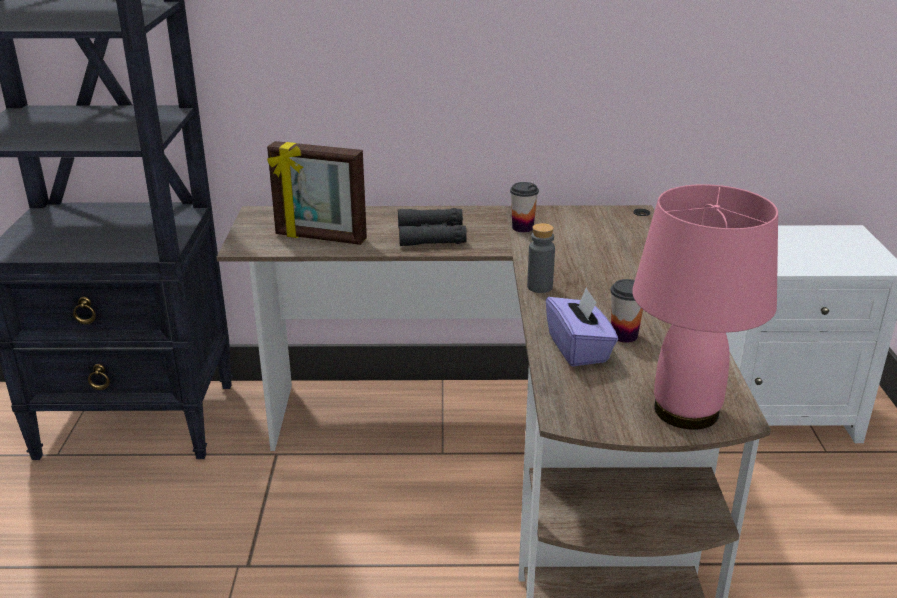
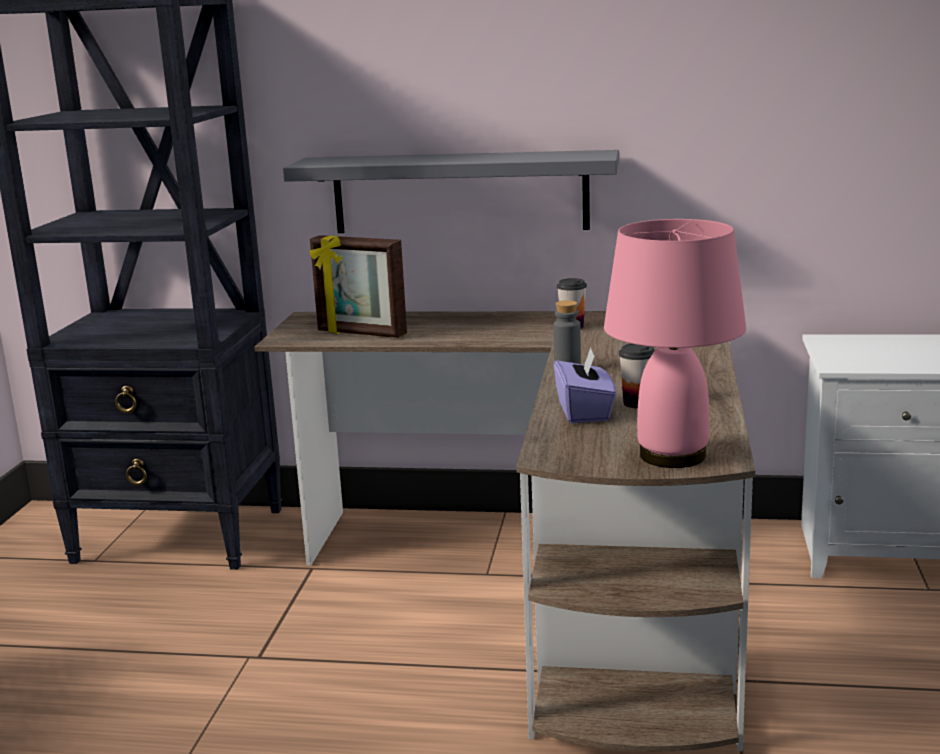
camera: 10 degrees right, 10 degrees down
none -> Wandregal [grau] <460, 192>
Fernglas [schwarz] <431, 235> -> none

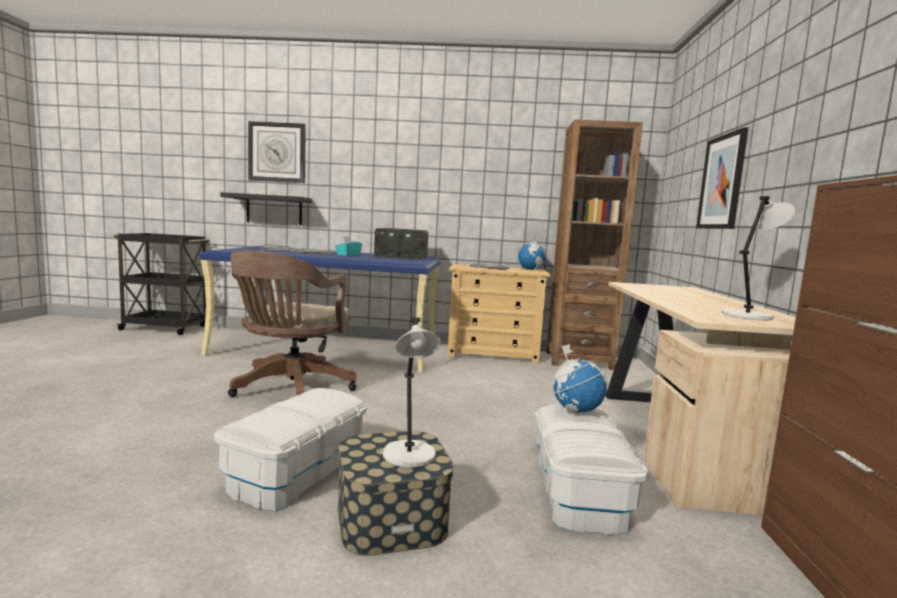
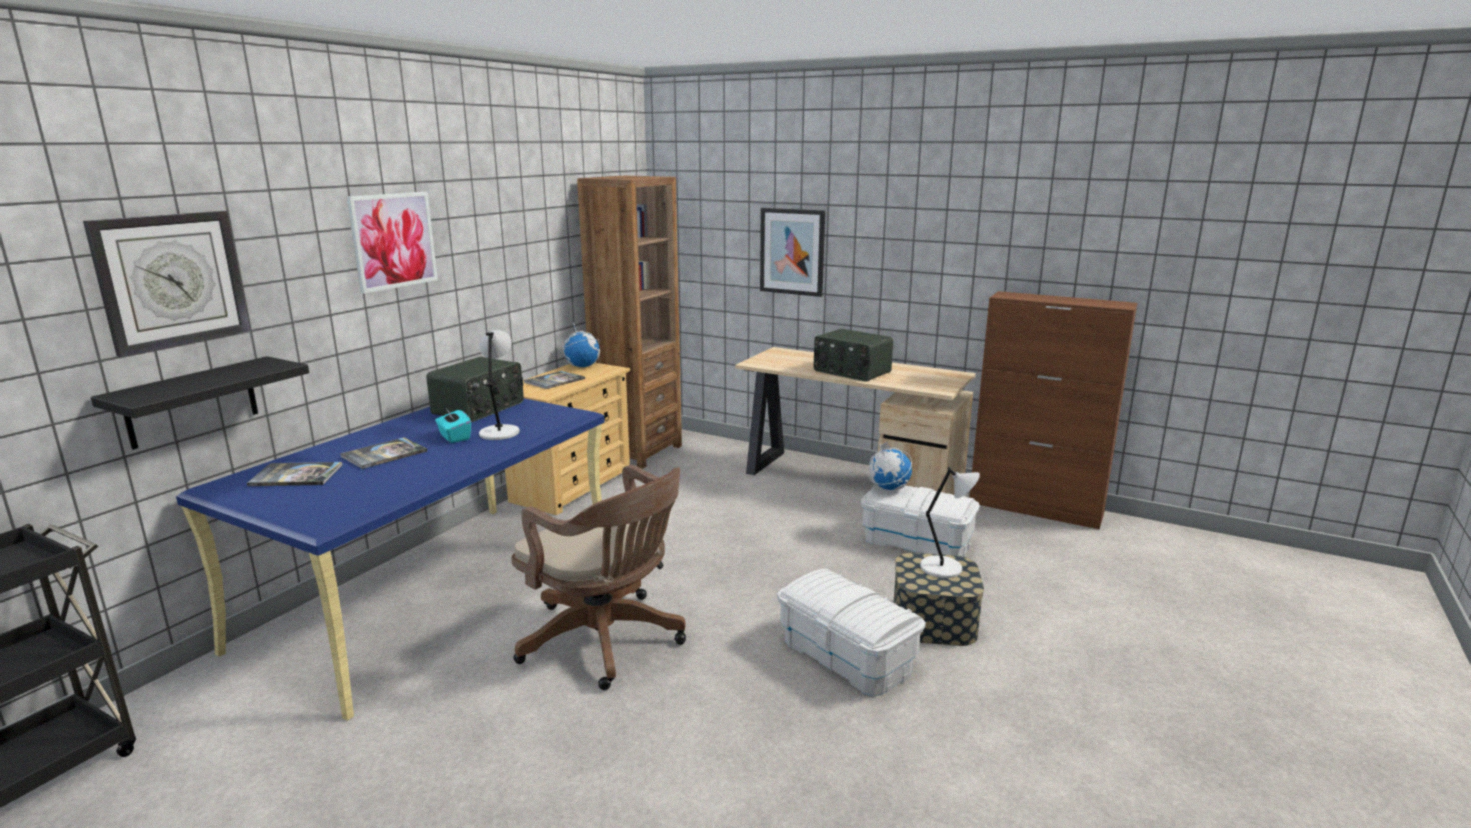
camera: 65 degrees left, 10 degrees up
none -> Bild <393, 240>
Tischlampe [grau] <748, 316> -> Tischlampe [grau] <499, 432>, relocated
none -> Radio <851, 372>

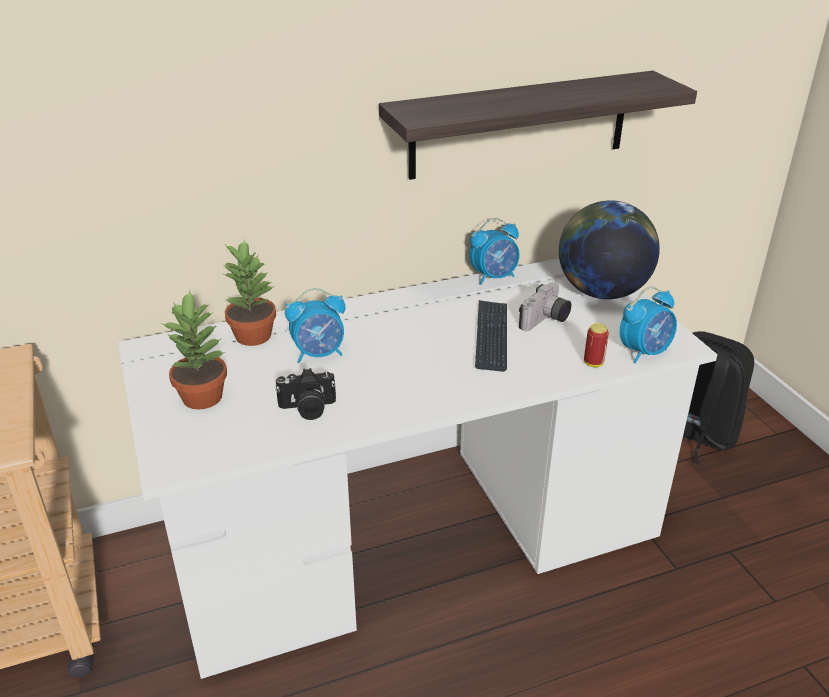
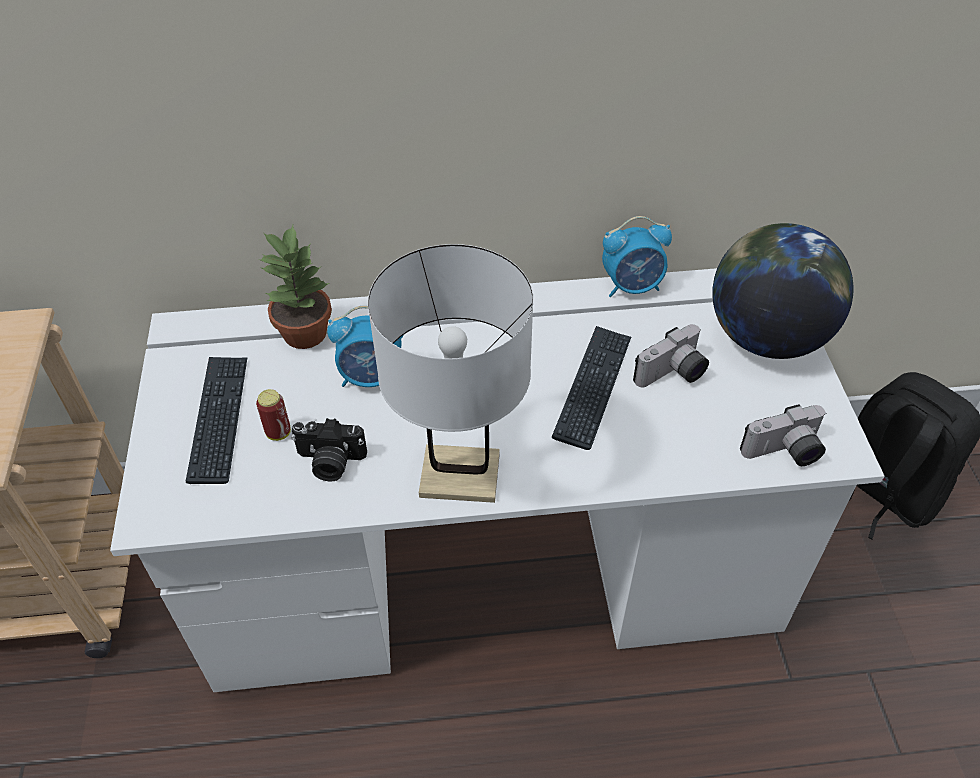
camera: 15 degrees right, 15 degrees up
Topfpflanze <203, 397> -> Tastatur <219, 419>
Dose <593, 363> -> Dose <278, 433>, relocated
none -> Tischlampe [weiß] <460, 475>
Wecker <644, 352> -> Kamera <784, 453>
Wandregal <520, 125> -> none

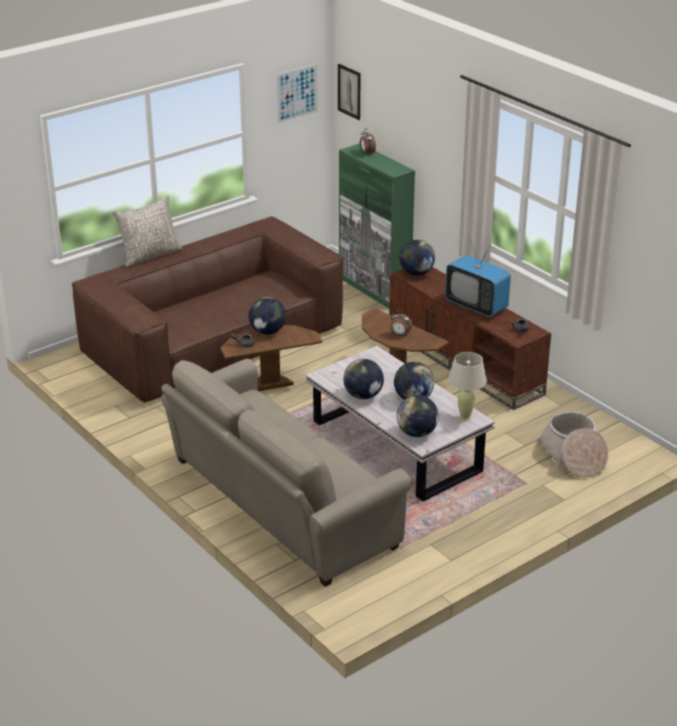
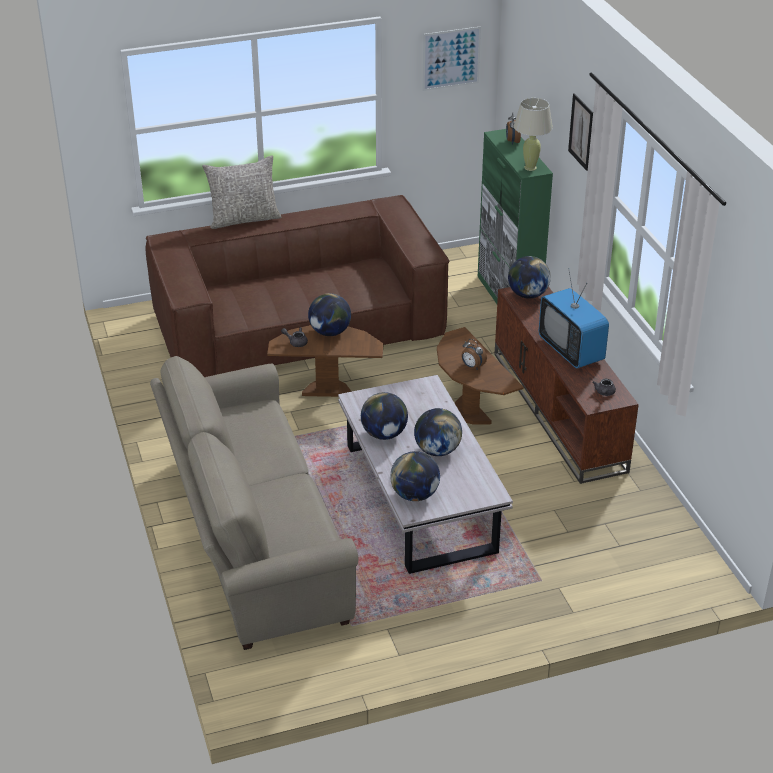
camera: 20 degrees right, 5 degrees up
Tischlampe [beige] <465, 417> -> Tischlampe [beige] <530, 168>, relocated
Bild <349, 91> -> Bild <581, 131>, relocated
Korb <573, 457> -> none

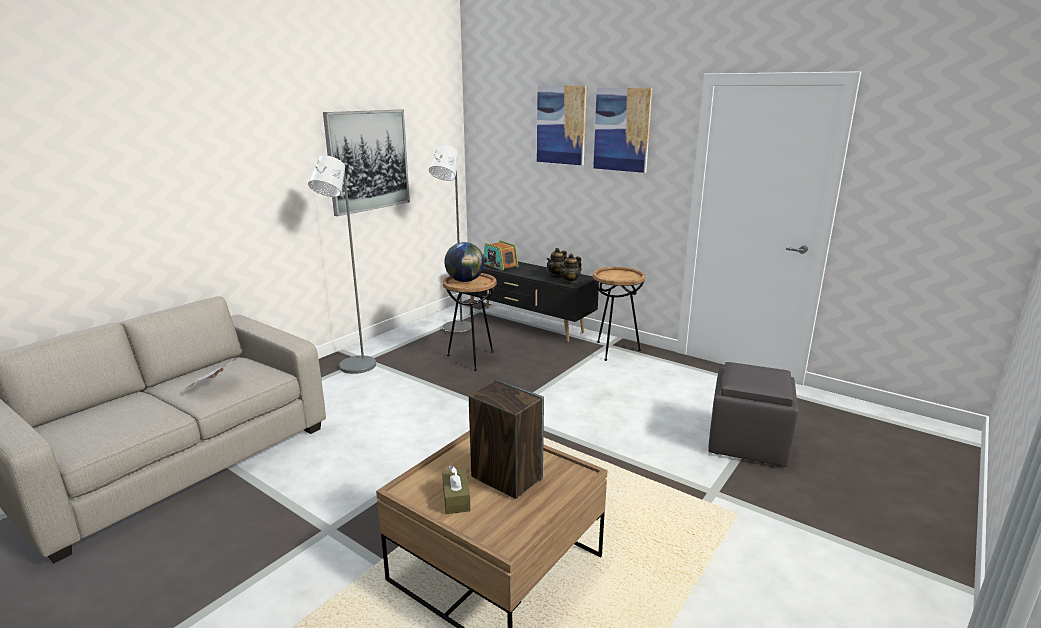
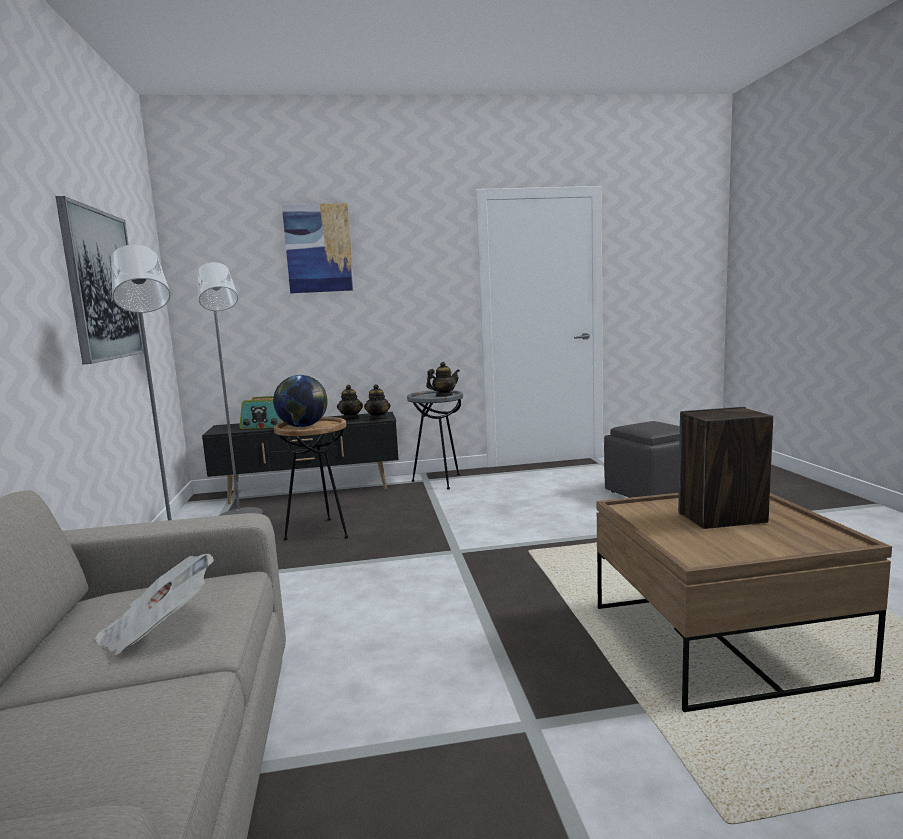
camera: 45 degrees left, 10 degrees down
Beistelltisch [braun] <614, 350> -> Beistelltisch [grau] <440, 481>
none -> Teekanne <444, 396>
Taschentuchbox [braun] <456, 498> -> none
Bild <622, 130> -> none

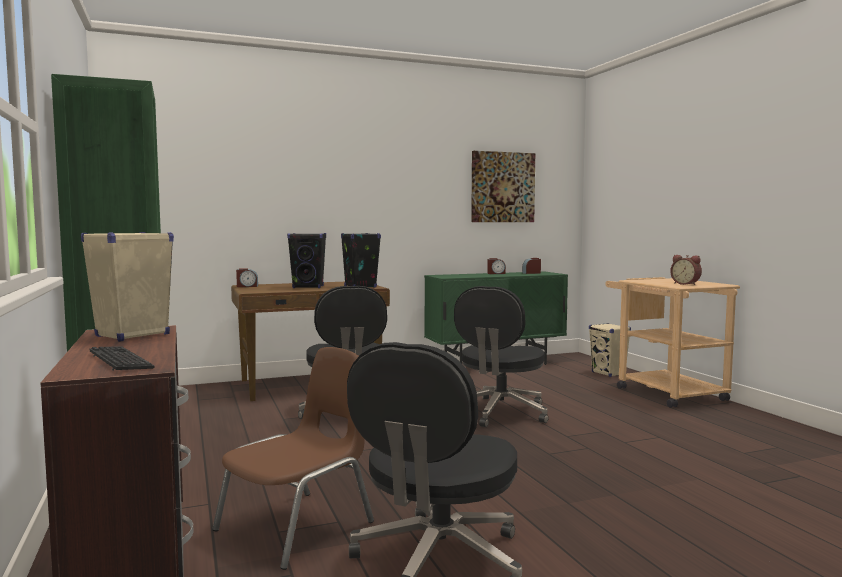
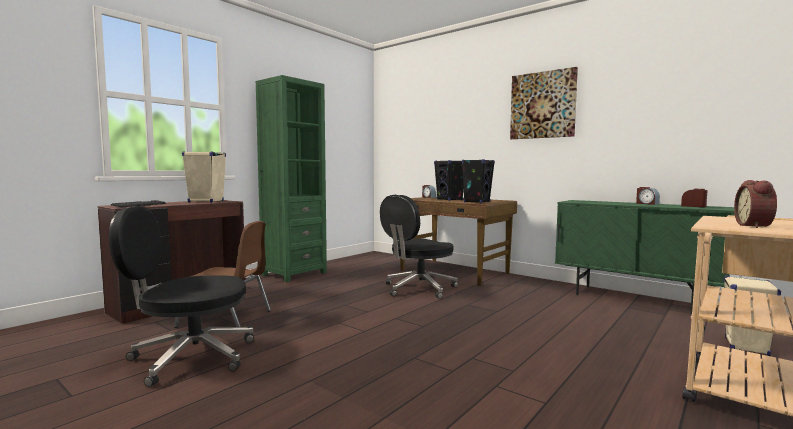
camera: 60 degrees right, 0 degrees up
Bild <502, 187> -> Bild <543, 105>, relocated
Bürostuhl [schwarz] <499, 413> -> none

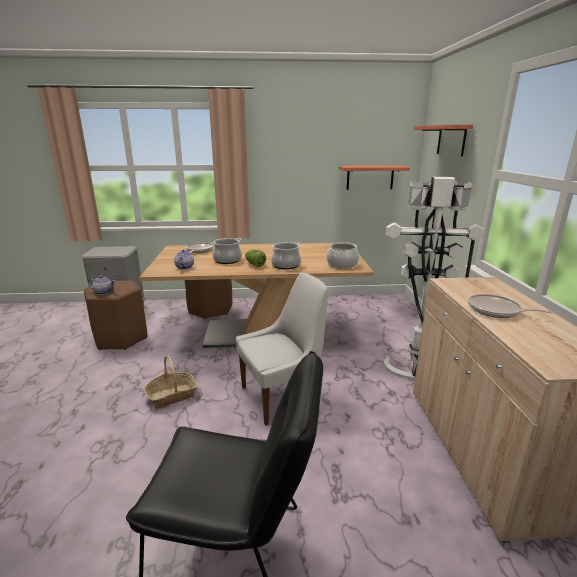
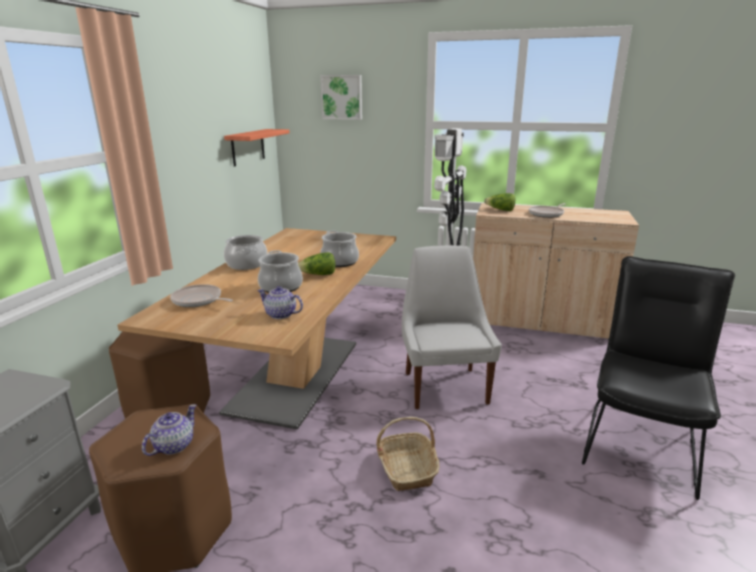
camera: 70 degrees left, 0 degrees up
Kochtopf <342, 264> -> Kochtopf <247, 264>, relocated
Wandregal <451, 140> -> Bild <342, 97>
none -> Salatkopf <500, 210>

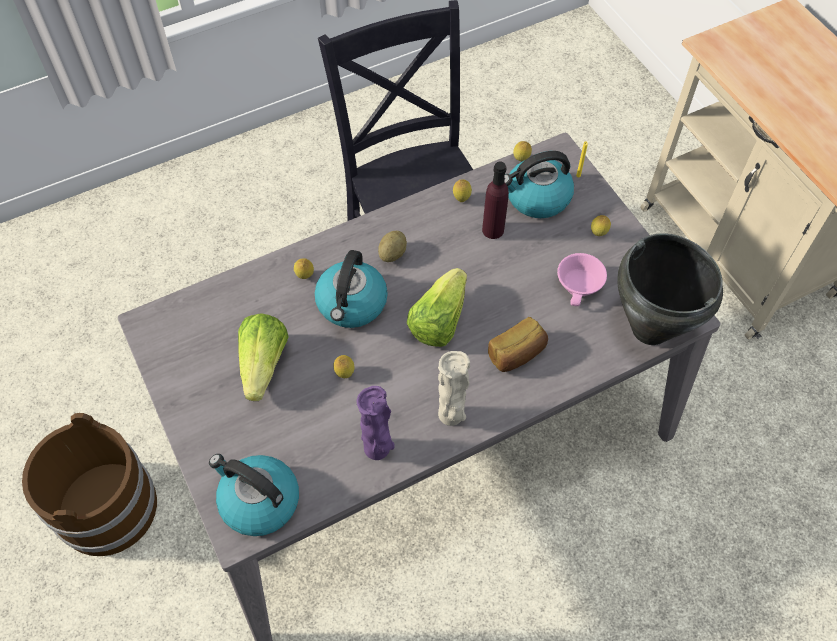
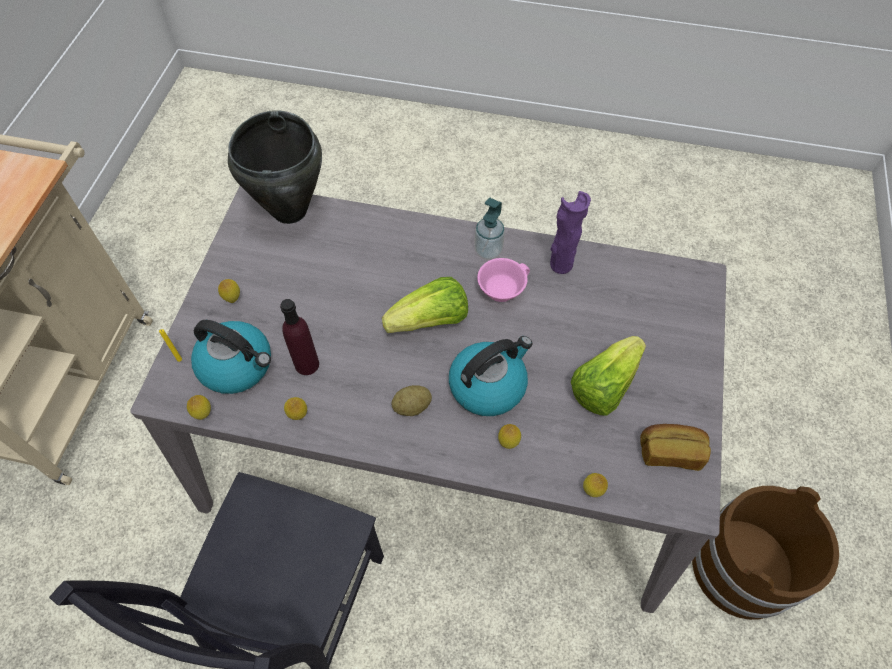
camera: 140 degrees left, 0 degrees up
Vase [beige] <451, 416> -> Seifenspender <488, 250>
Tasse [rosa] <580, 286> -> Tasse [rosa] <501, 288>, relocated
Zitrone <345, 373> -> Zitrone <592, 490>, relocated
Brot <517, 354> -> Brot <670, 451>, relocated
Wasserkessel <258, 501> -> none

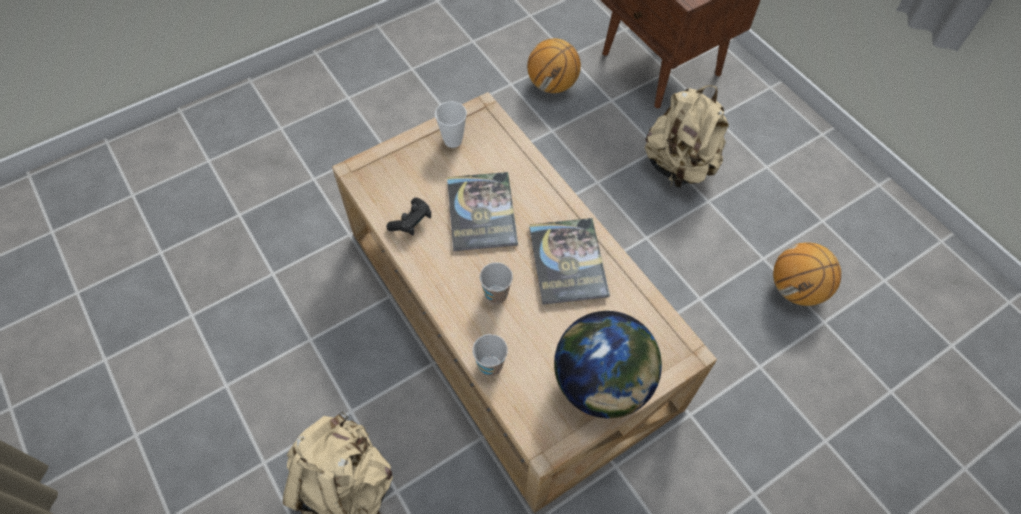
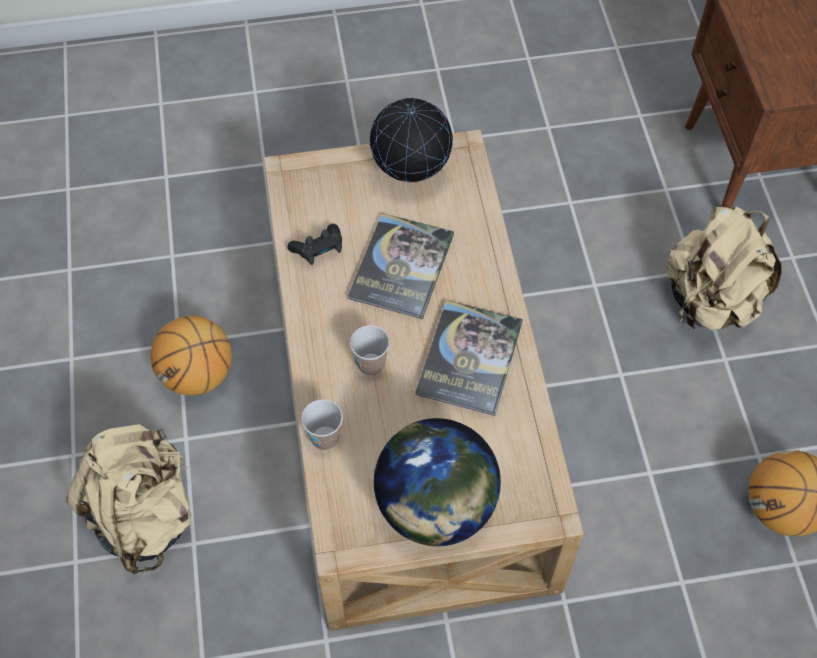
camera: 25 degrees right, 0 degrees up
Basketball <552, 85> -> Basketball <198, 375>, relocated
Tasse <453, 140> -> Globus <410, 173>

